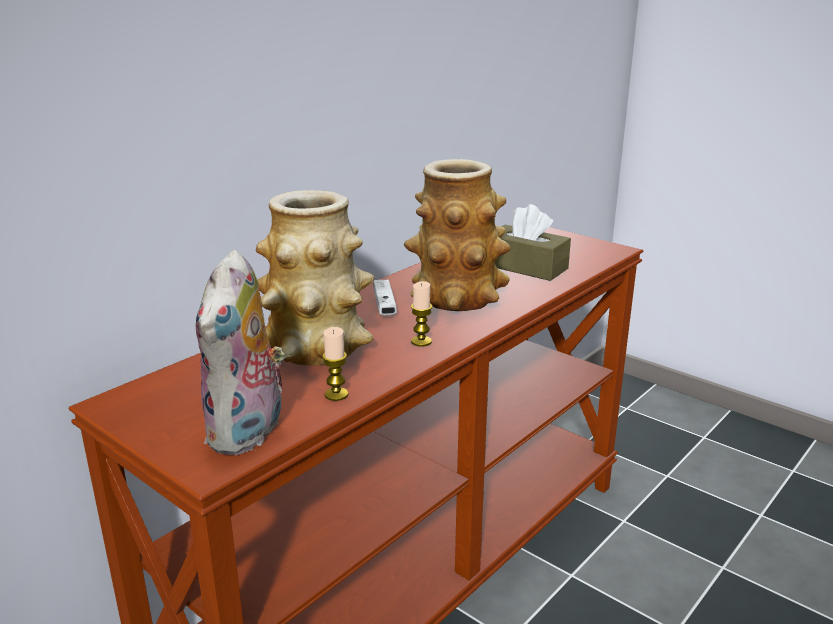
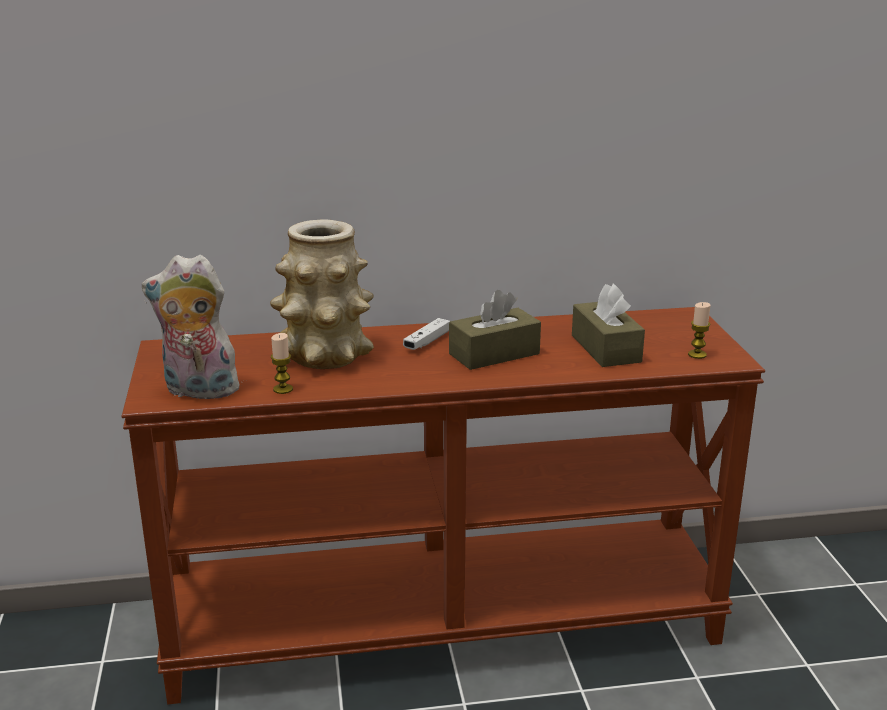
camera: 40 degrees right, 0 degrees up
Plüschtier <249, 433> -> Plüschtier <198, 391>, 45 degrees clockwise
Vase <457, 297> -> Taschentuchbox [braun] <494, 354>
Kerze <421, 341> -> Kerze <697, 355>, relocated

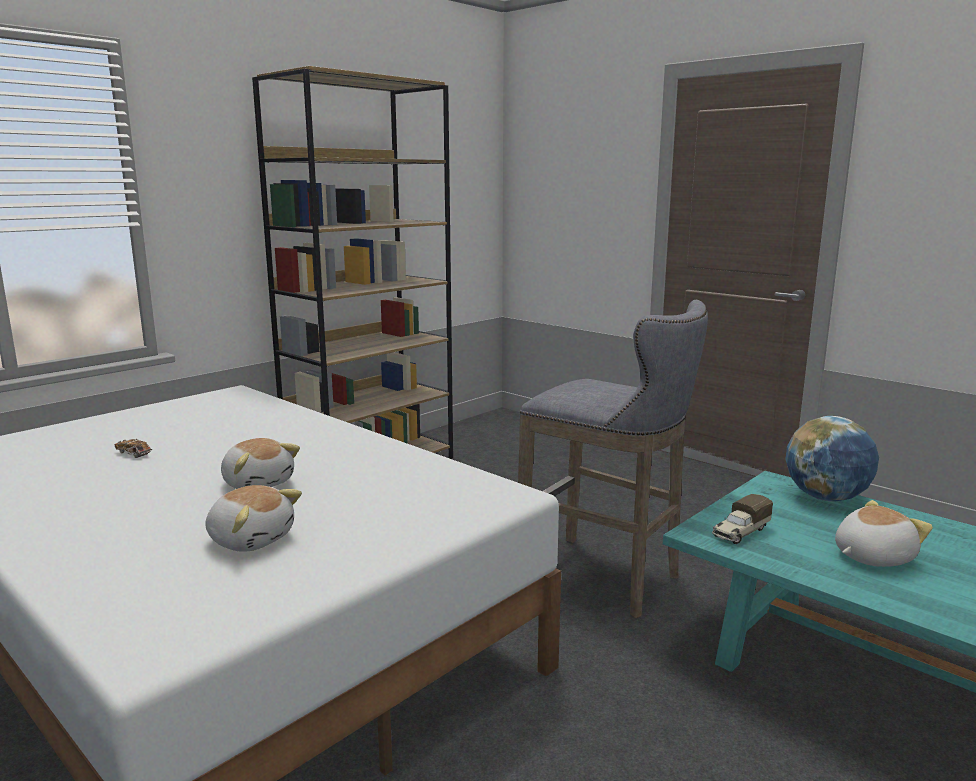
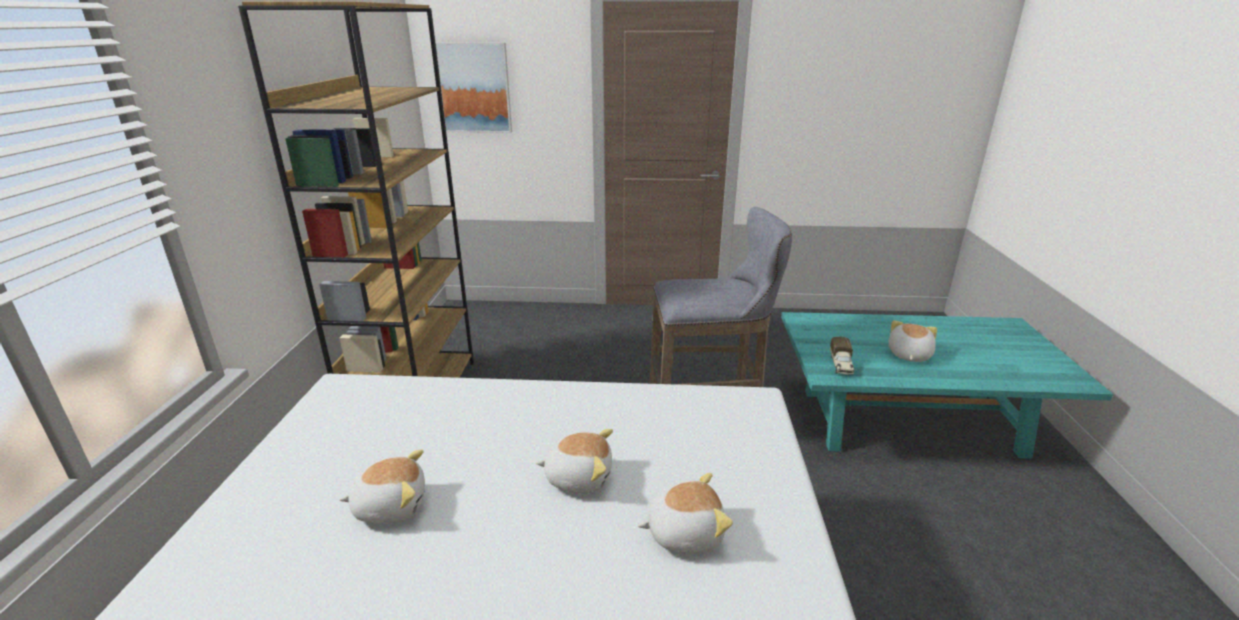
camera: 40 degrees left, 10 degrees up
Spielzeugauto <133, 454> -> Plüschtier <391, 505>
none -> Bild <475, 88>
Globus <826, 498> -> none

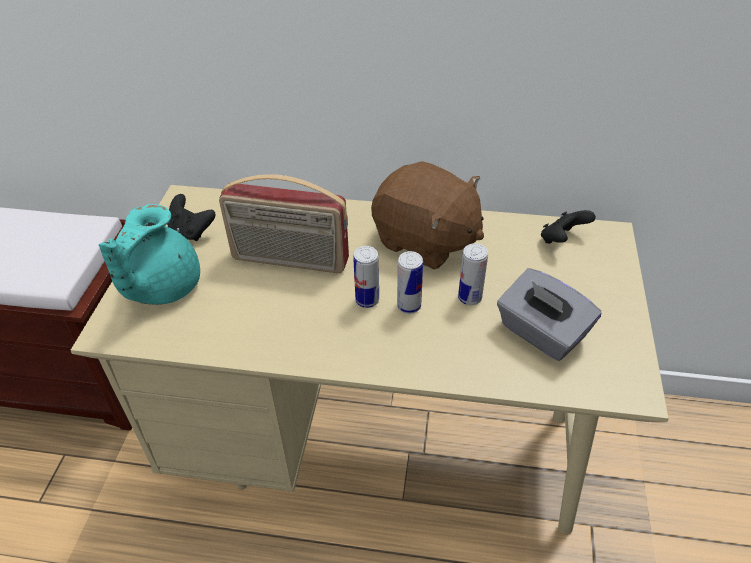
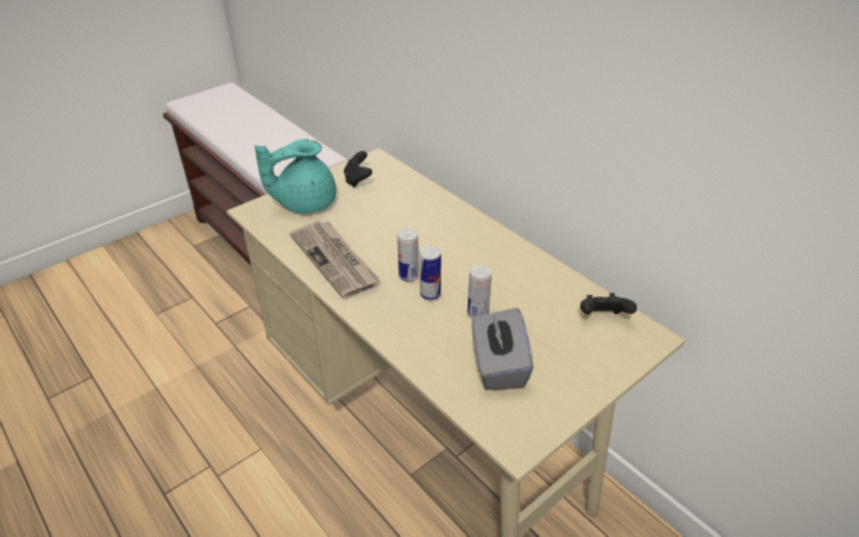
camera: 40 degrees right, 5 degrees down
none -> Zeitung <335, 260>
Radio <289, 260> -> none
Plüschtier [braun] <426, 241> -> none

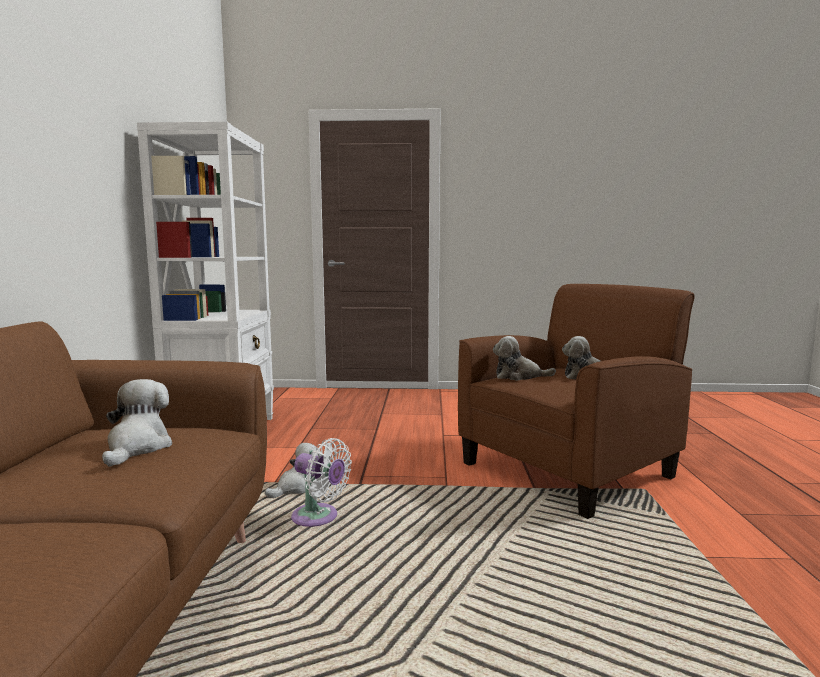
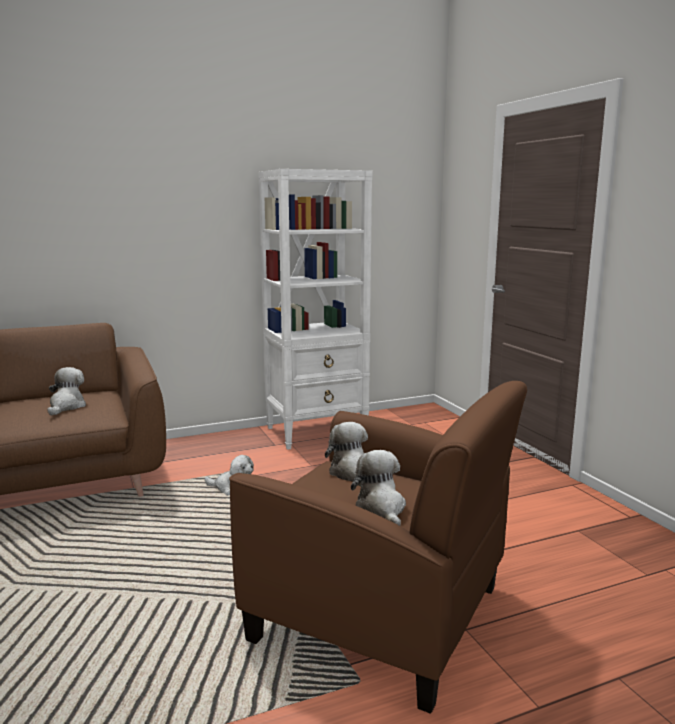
camera: 65 degrees right, 5 degrees up
Plüschtier <138, 447> -> Plüschtier <66, 406>, 60 degrees counterclockwise
Ventilator [weiß] <318, 518> -> none

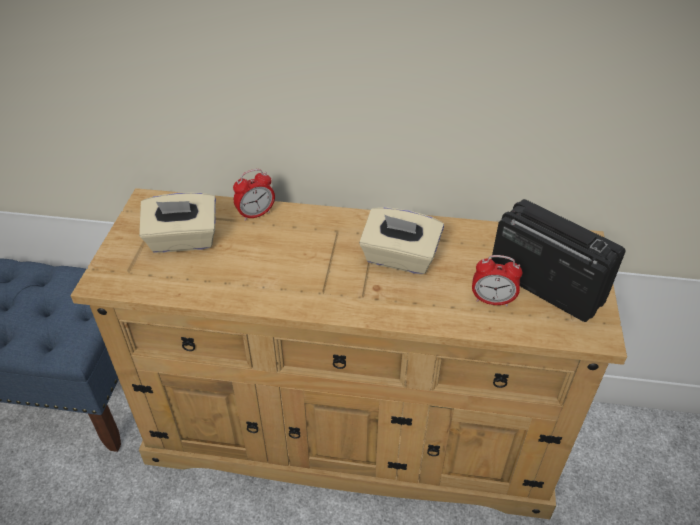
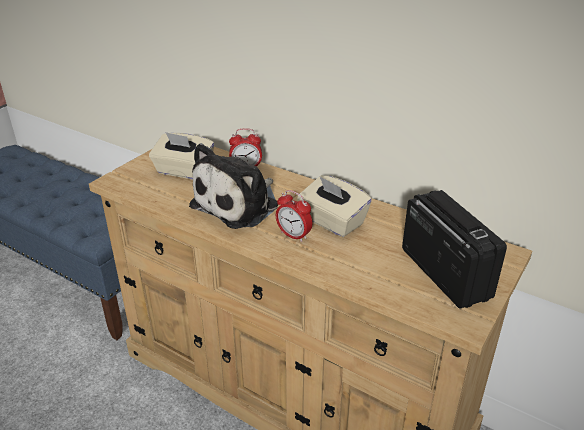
camera: 25 degrees right, 10 degrees down
none -> Plüschtier <239, 204>
Wecker <492, 300> -> Wecker <293, 235>, relocated

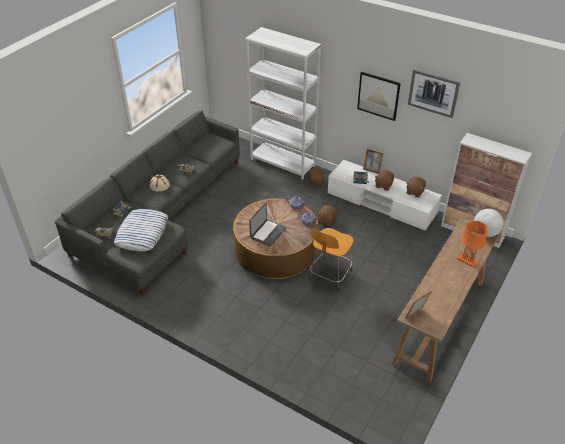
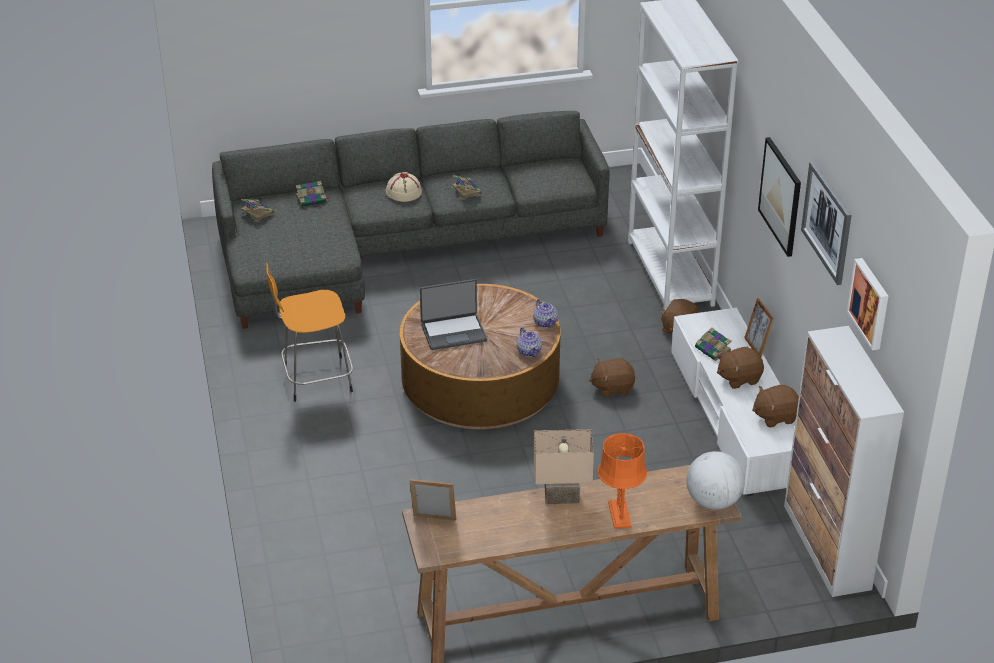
camera: 45 degrees right, 5 degrees down
Hocker [orange] <330, 276> -> Hocker [orange] <315, 379>, relocated
none -> Tischlampe [beige] <562, 495>
none -> Bild <870, 303>
Kissen <142, 233> -> none

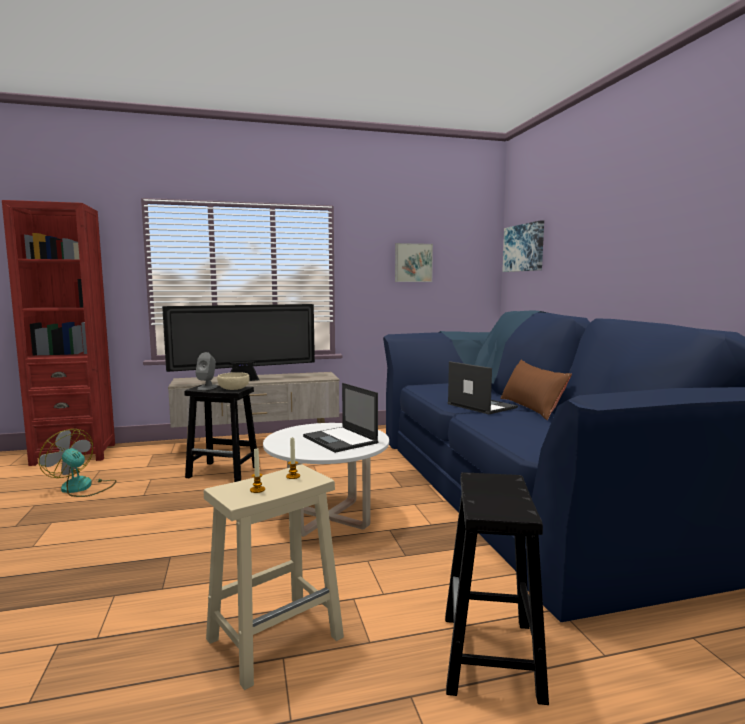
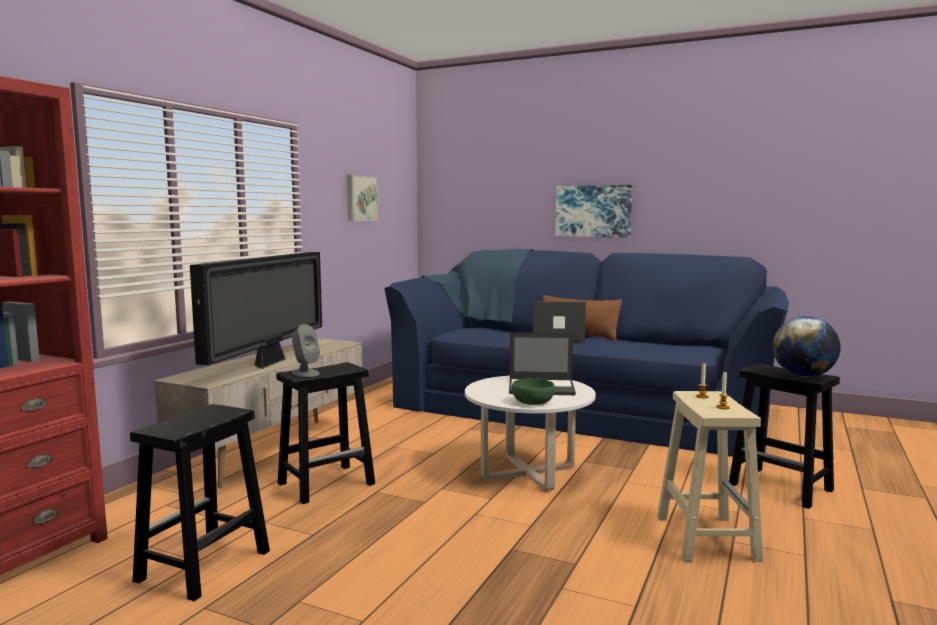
camera: 50 degrees left, 0 degrees up
Ventilator <82, 488> -> Hocker [schwarz] <203, 567>
none -> Schüssel [grün] <532, 402>
Bild <524, 248> -> Bild <593, 211>, relocated
none -> Globus <803, 376>
Schüssel [beige] <233, 389> -> none

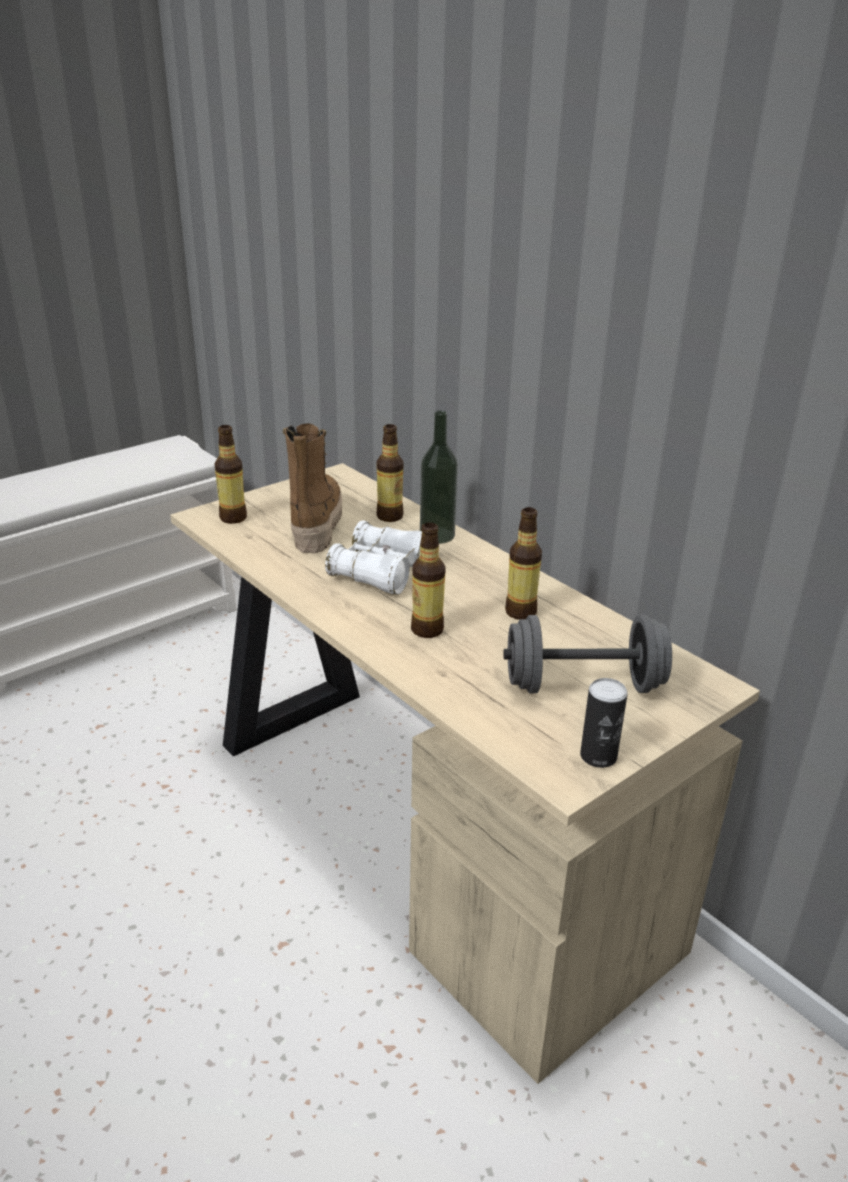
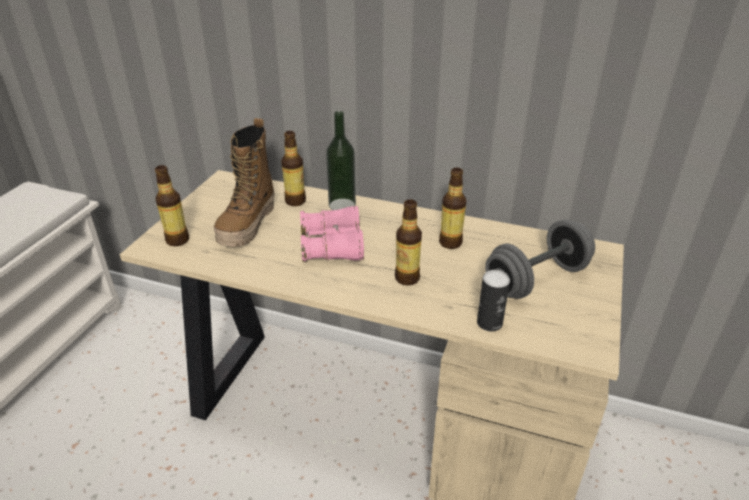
camera: 30 degrees left, 5 degrees up
Stiefel <315, 525> -> Stiefel <248, 225>, 135 degrees counterclockwise
Fernglas [weiß] <380, 572> -> Fernglas [rosa] <332, 246>
Dose <598, 756> -> Dose <489, 323>, relocated

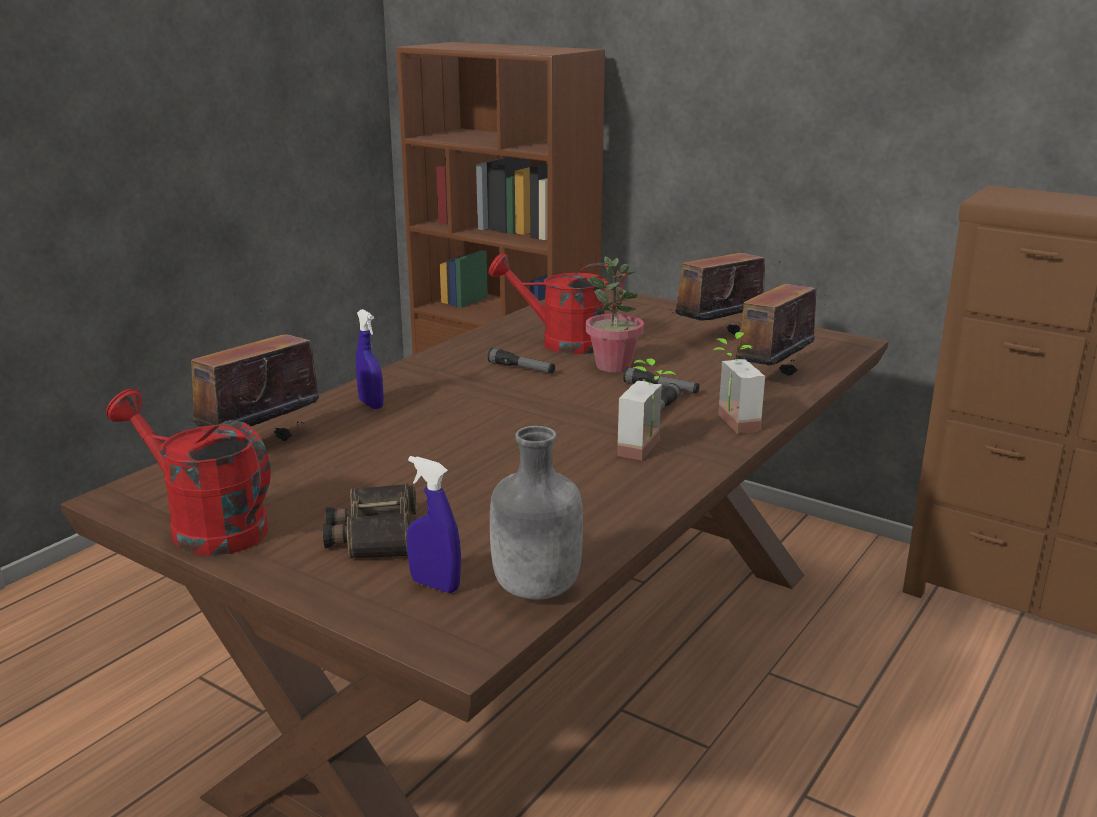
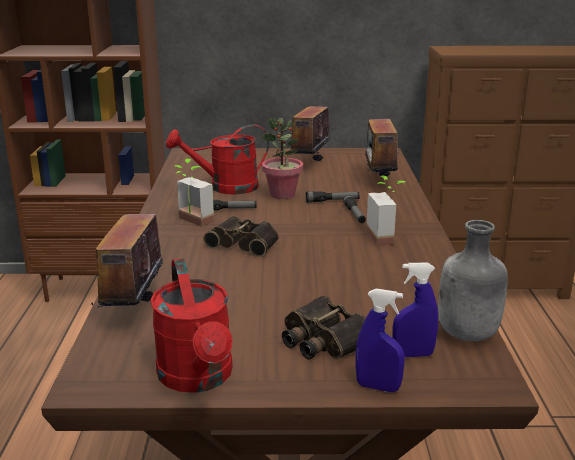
camera: 35 degrees left, 0 degrees up
Gießkanne [rot] <205, 527> -> Gießkanne [rot] <198, 378>, 105 degrees counterclockwise
Topfpflanze <729, 423> -> Topfpflanze <191, 222>, relocated
none -> Fernglas <245, 243>
Sprühflasche [blau] <371, 404> -> Sprühflasche [blau] <378, 387>, relocated

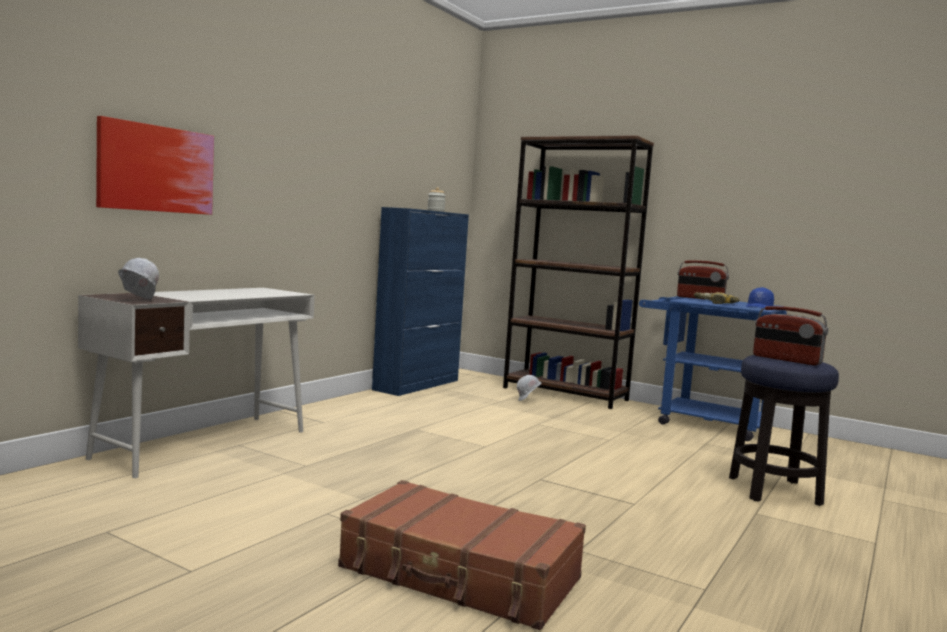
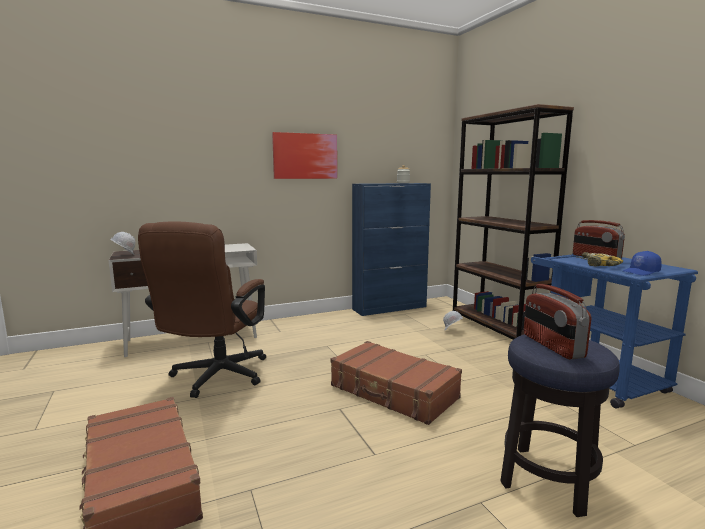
camera: 35 degrees right, 5 degrees up
none -> Bürostuhl [braun] <215, 378>
Bild <156, 169> -> Bild <305, 156>, relocated
none -> Koffer [braun] <393, 392>

